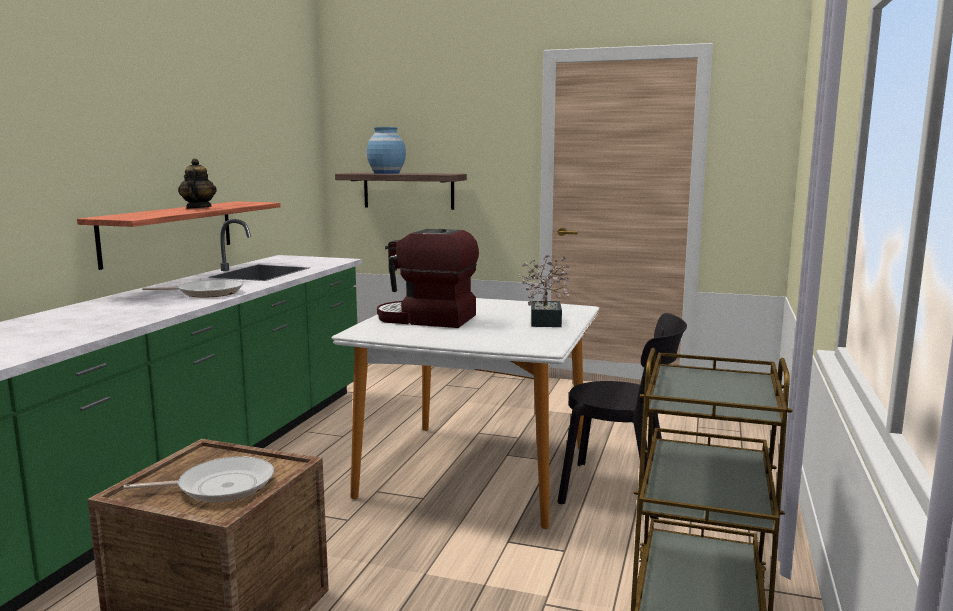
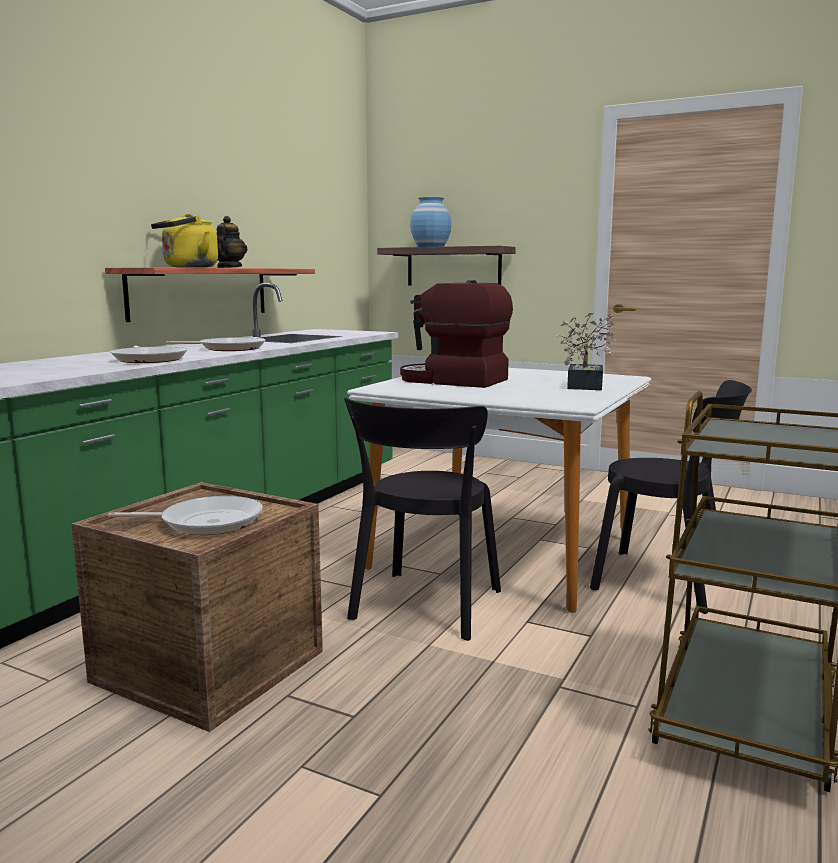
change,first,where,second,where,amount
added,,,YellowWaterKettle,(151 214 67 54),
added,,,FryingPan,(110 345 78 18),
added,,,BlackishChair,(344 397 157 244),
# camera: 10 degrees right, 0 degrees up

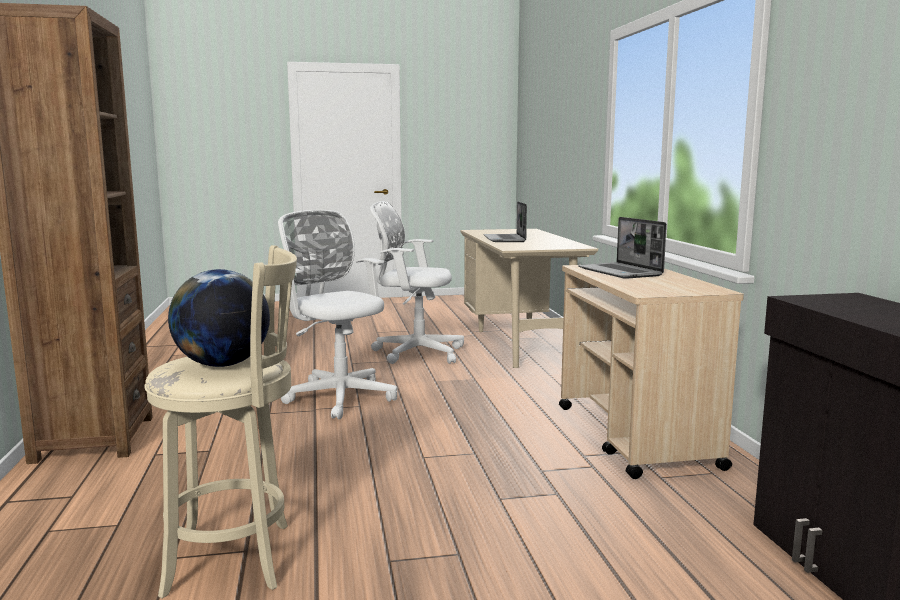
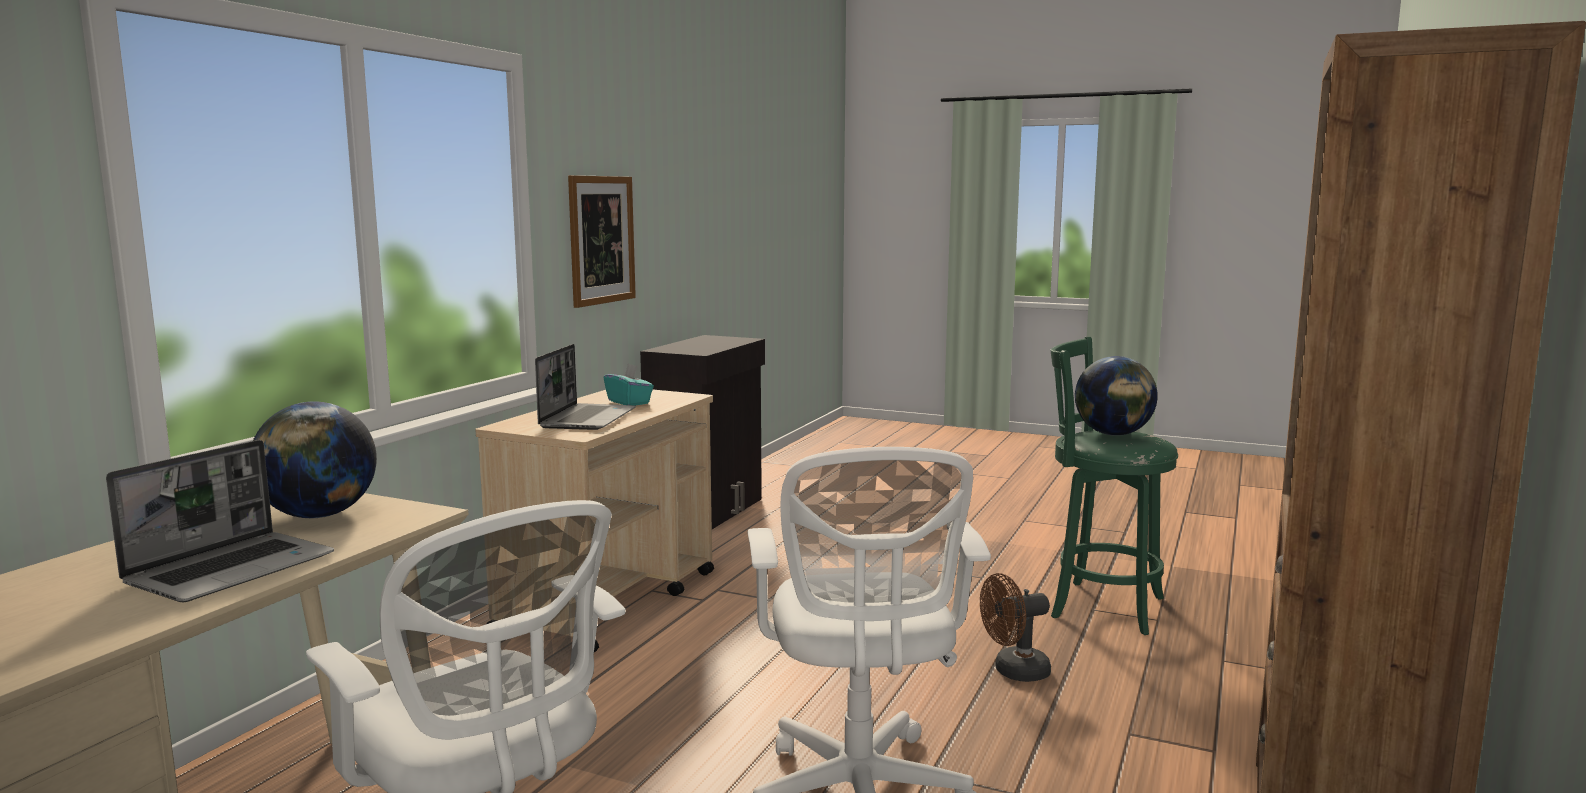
change,first,where,second,where,amount
recoloured,SandColouredStoolSeat,(144 245 153 353),GreenishStoolSeat,(1050 337 128 298),
added,,,WallArt,(568 175 68 133),
added,,,BlueGreenTissueBox,(604 363 50 43),
added,,,Globe,(253 401 124 117),
added,,,BrownishCoolingFan,(980 573 71 109),
# camera: 145 degrees left, 0 degrees up

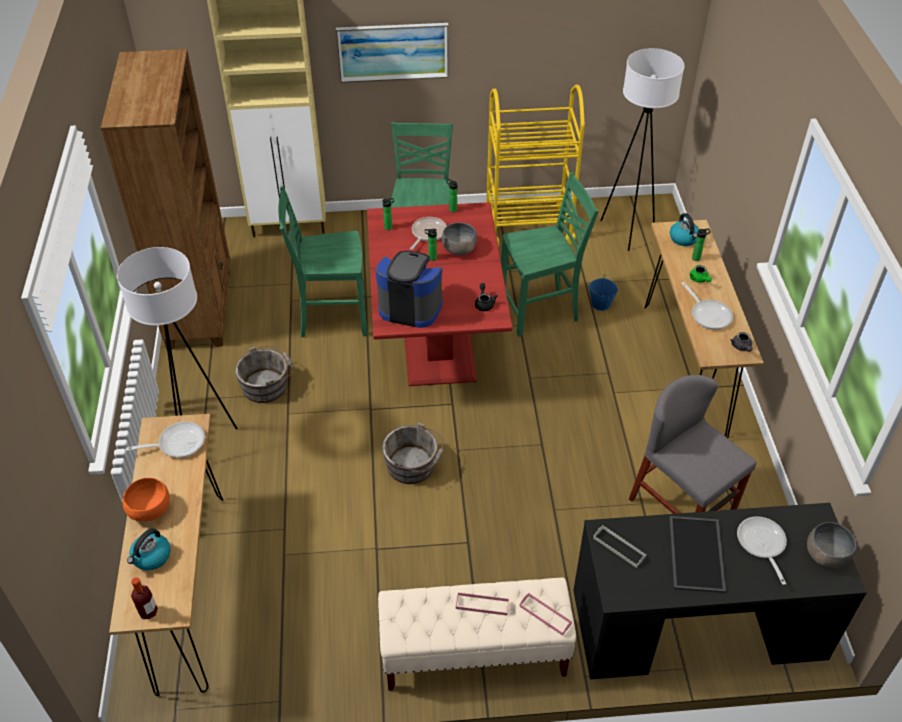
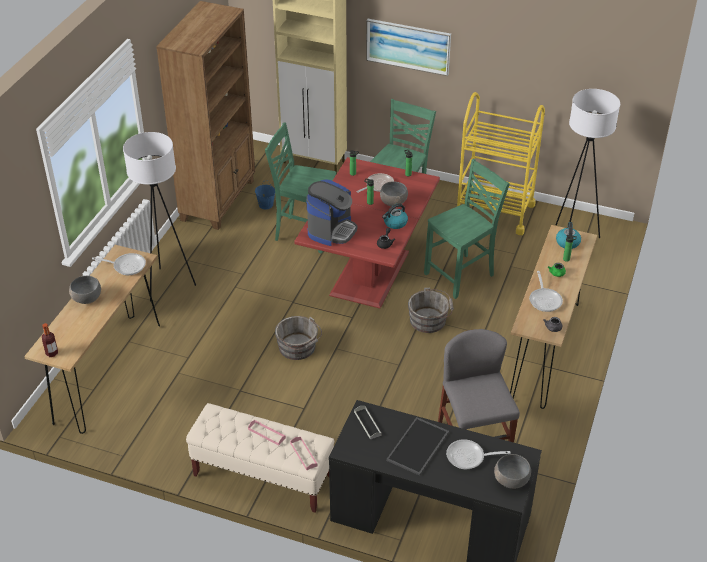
change,first,where,second,where,amount
turned,GreenishChair,(501 172 98 165),,(424 159 86 140),45 degrees counterclockwise
turned,CoffeeMaker,(375 251 67 77),,(306 179 52 67),75 degrees clockwise
moved,BlueBucket,(589 274 29 37),,(255 180 20 29),
moved,GrayBucket,(235 346 58 57),,(408 288 46 45),
recoloured,OrangeColouredBowl,(123 478 47 44),GrayBowl,(69 276 32 28),
turned,FryingPan,(737 516 50 69),,(446 439 64 30),105 degrees counterclockwise
moved,WaterKettle,(127 528 44 42),,(382 204 26 25),
# camera: 25 degrees right, 5 degrees down

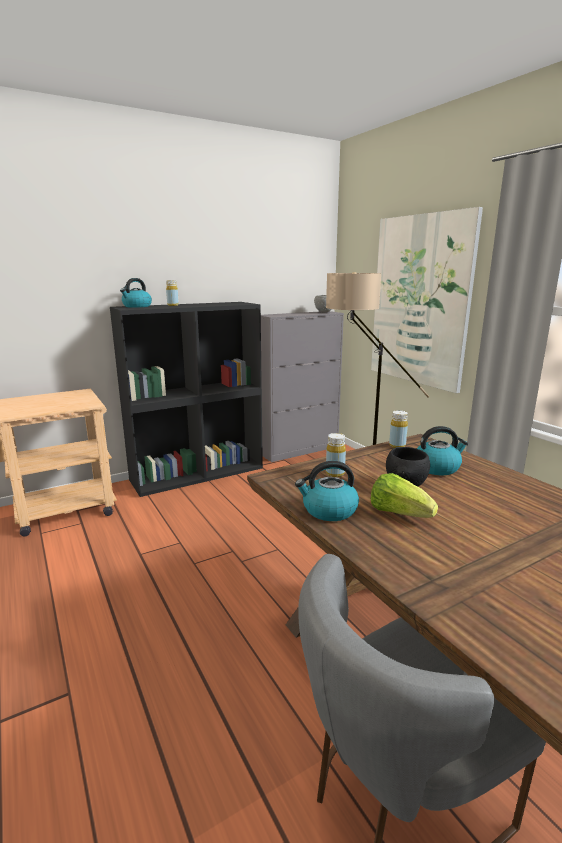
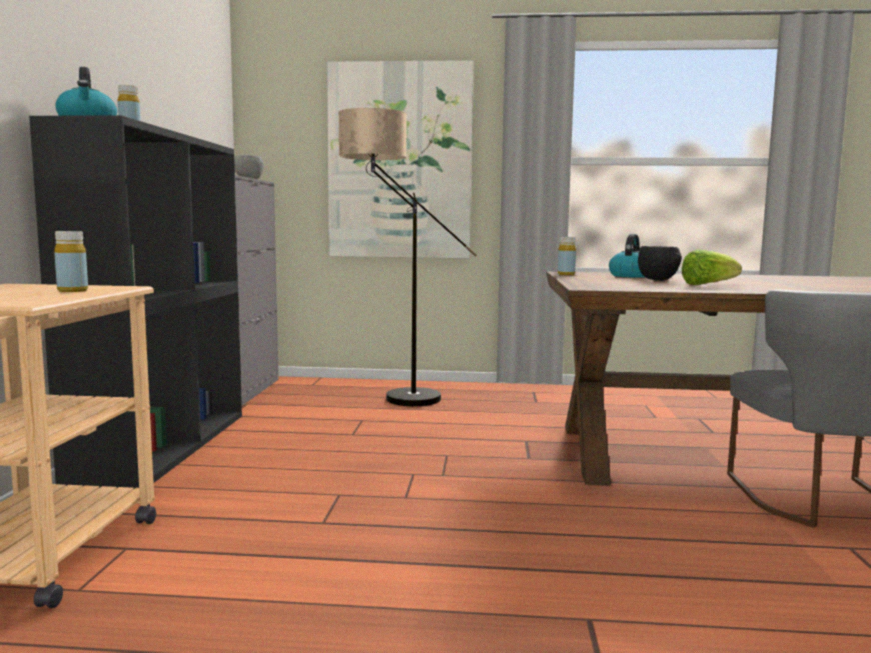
change,first,where,second,where,amount
moved,YellowBottle,(326 433 20 44),,(54 231 34 61),
removed,WaterKettle,(295 461 64 60),,,
# camera: 55 degrees left, 10 degrees down

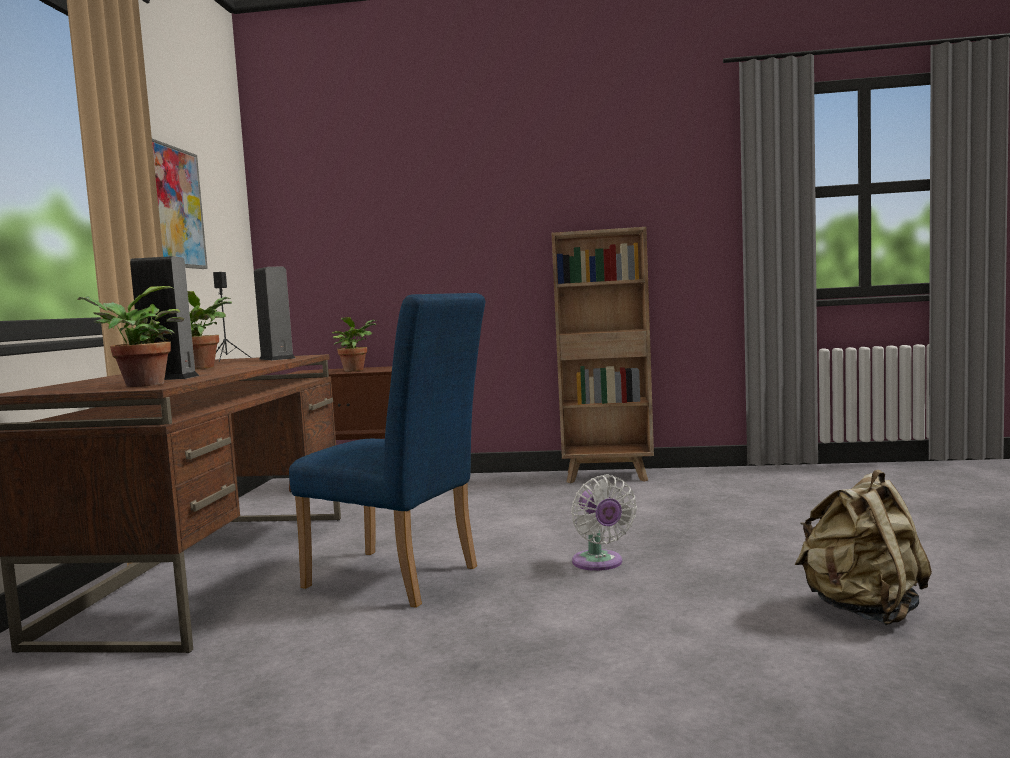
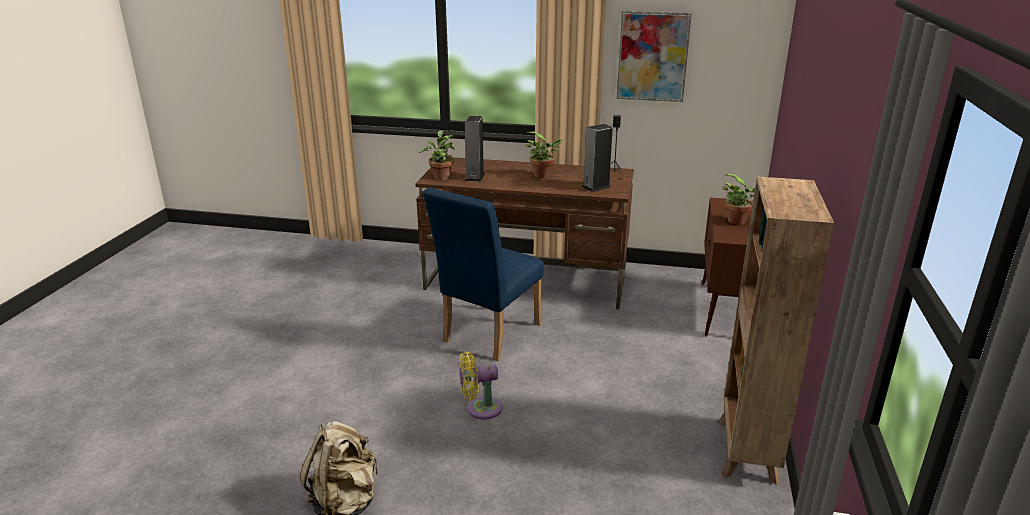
change,first,where,second,where,amount
recoloured,WhiteColouredCoolingFan,(571 475 66 96),YellowCoolingFan,(459 352 43 67),
# camera: 95 degrees right, 20 degrees up

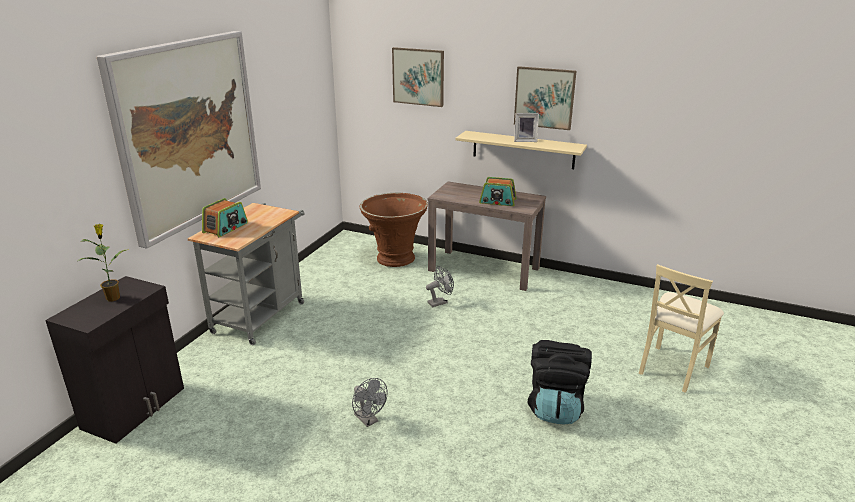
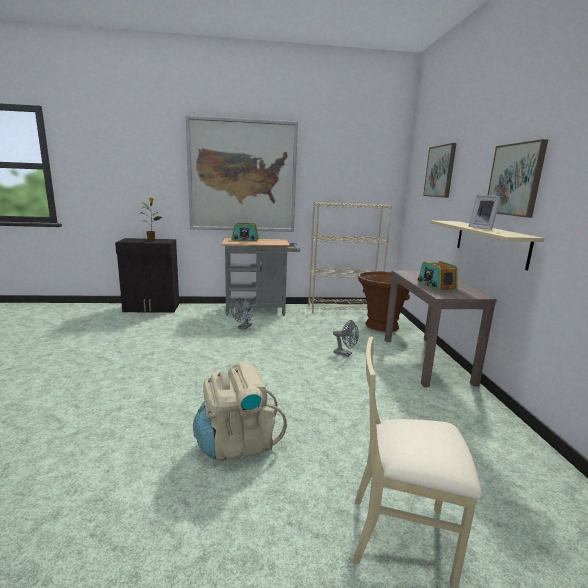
change,first,where,second,where,amount
recoloured,BlackishBackpack,(528 340 64 85),SandColouredBackpack,(193 362 94 99),
moved,GrayCoolingFan,(352 378 35 49),,(231 298 22 32),
added,,,SandColouredShelvingUnit,(308 202 84 111),
# camera: 60 degrees right, 10 degrees down

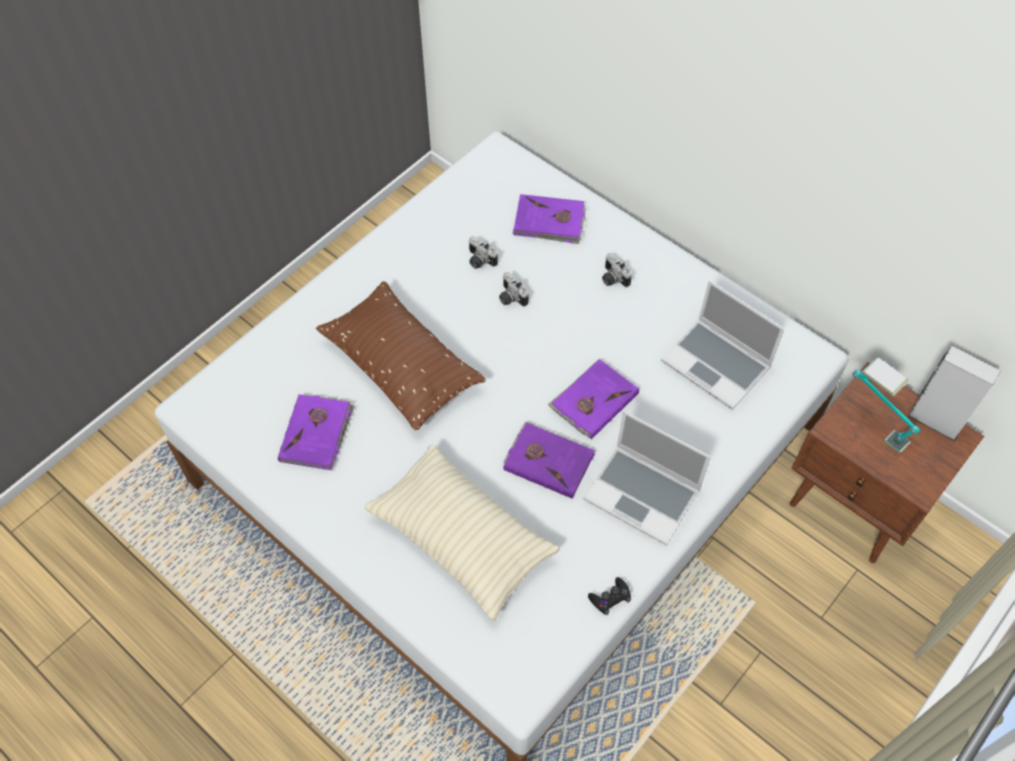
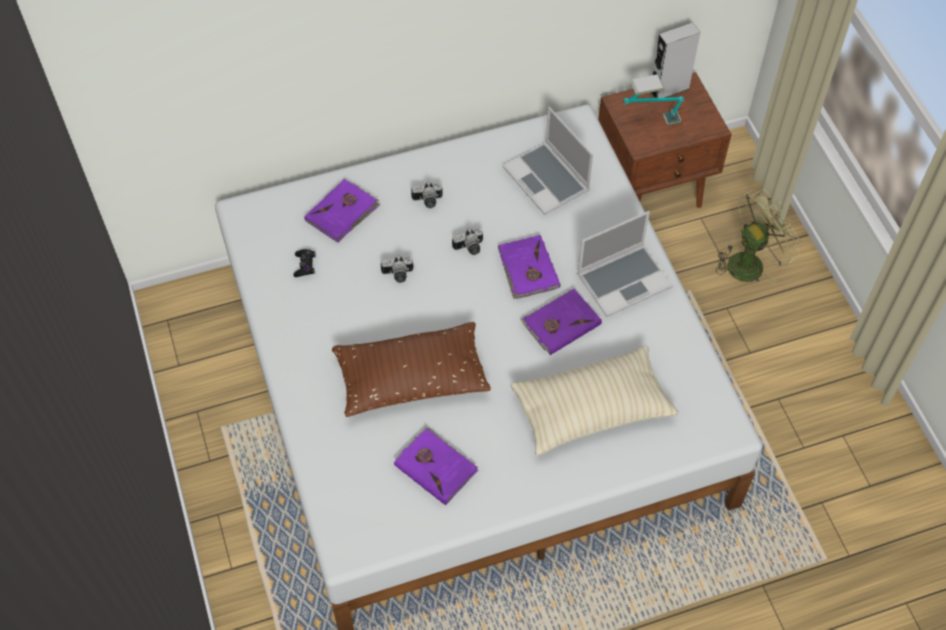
change,first,where,second,where,amount
moved,StillCamera,(468 236 30 33),,(452 228 31 27),
turned,NotebookComputer,(661 280 124 130),,(503 107 90 108),75 degrees clockwise
moved,BlackishGamepad,(588 577 43 38),,(293 249 23 28),
added,,,GreenishCoolingFan,(716 189 86 95),
# camera: 60 degrees left, 0 degrees up

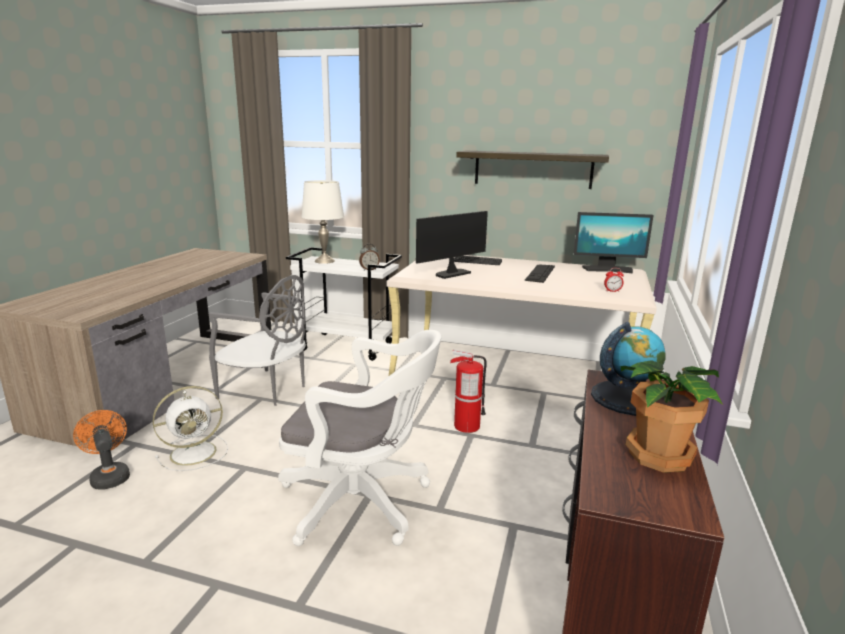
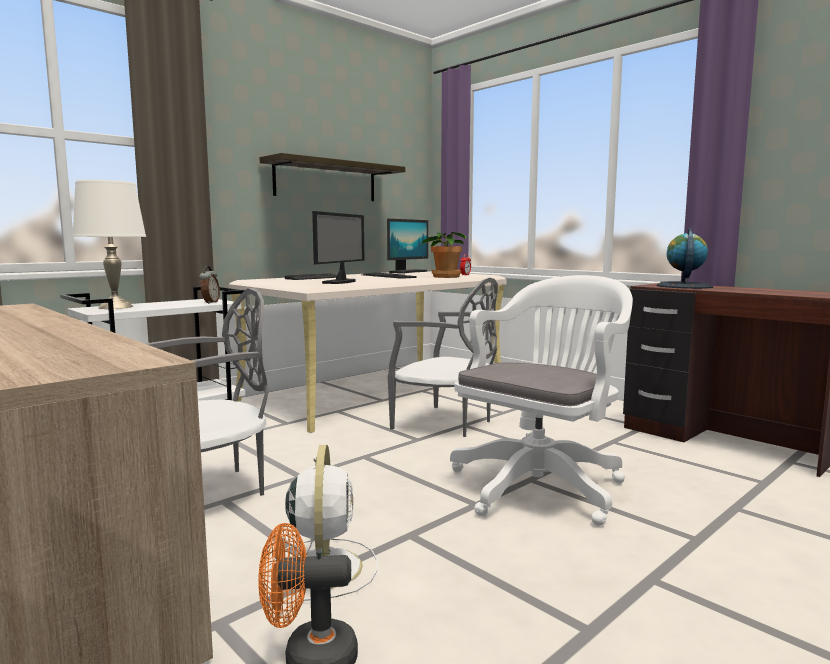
change,first,where,second,where,amount
turned,Monitor,(416 211 72 68),,(312 211 52 73),150 degrees counterclockwise
replaced,Extinguisher,(450 349 37 84),GrayChair,(388 278 110 159),
moved,PottedPlant,(621 360 102 113),,(421 232 45 46),
# camera: 60 degrees left, 10 degrees down

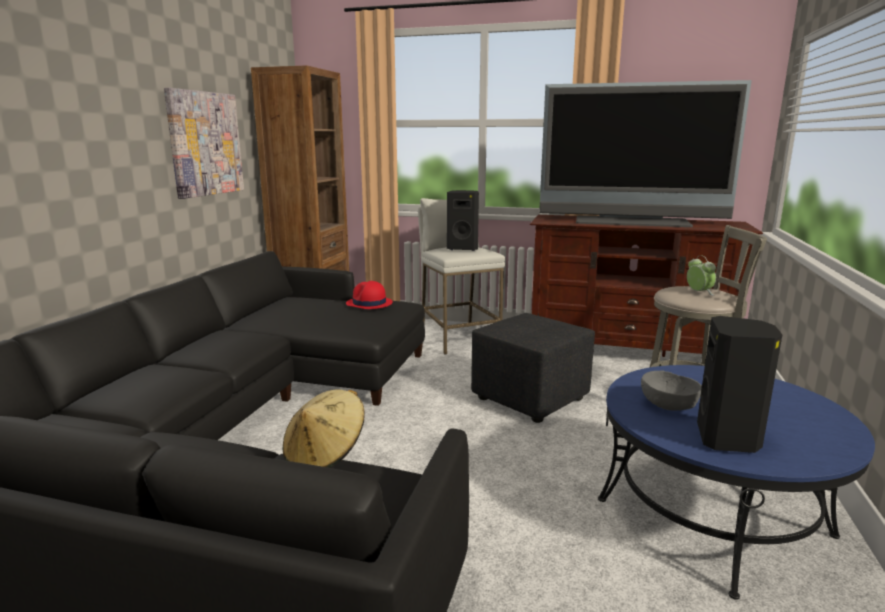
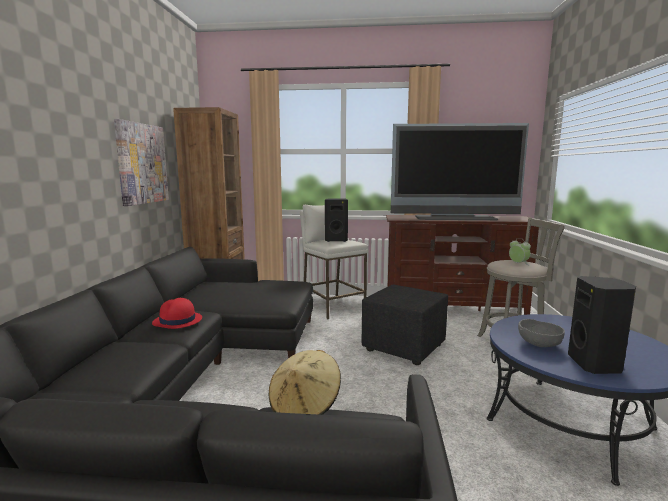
change,first,where,second,where,amount
moved,RedHat,(346 281 47 28),,(152 298 50 31),
# camera: 10 degrees left, 5 degrees down

